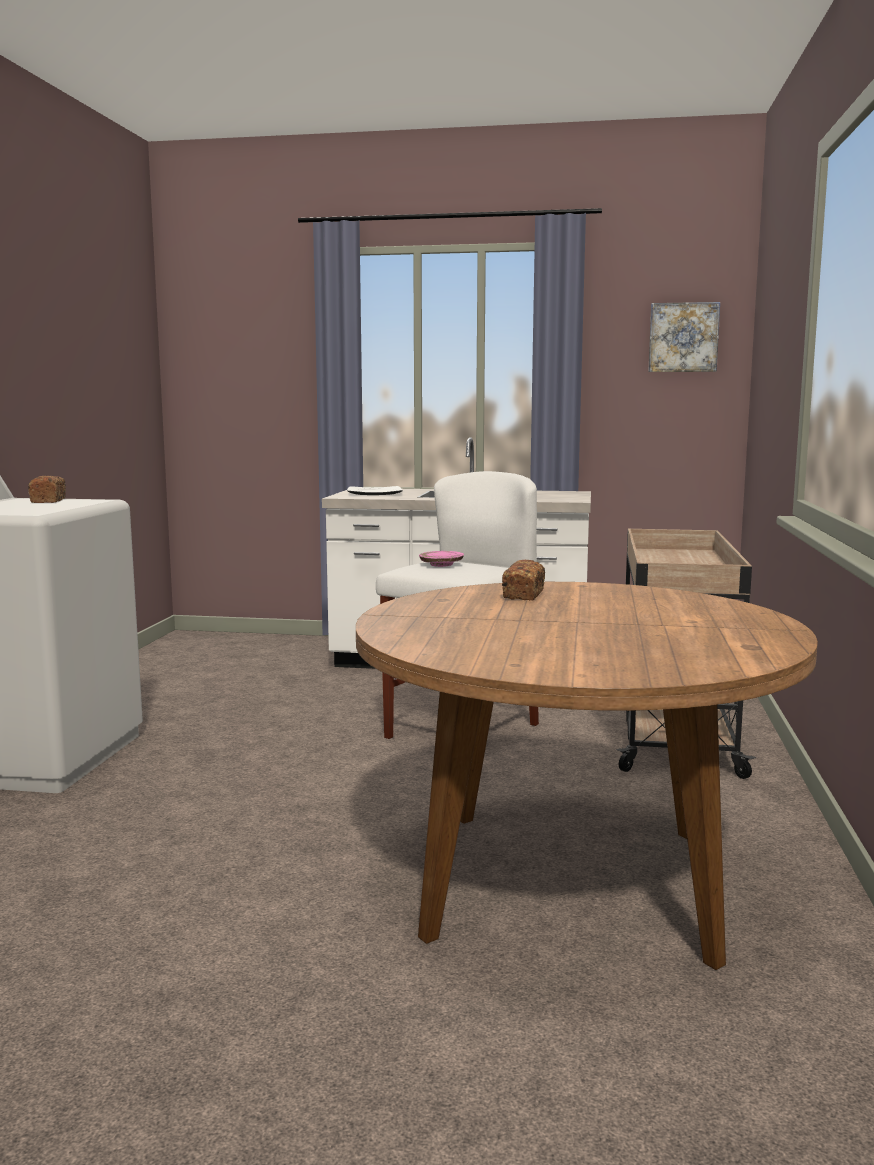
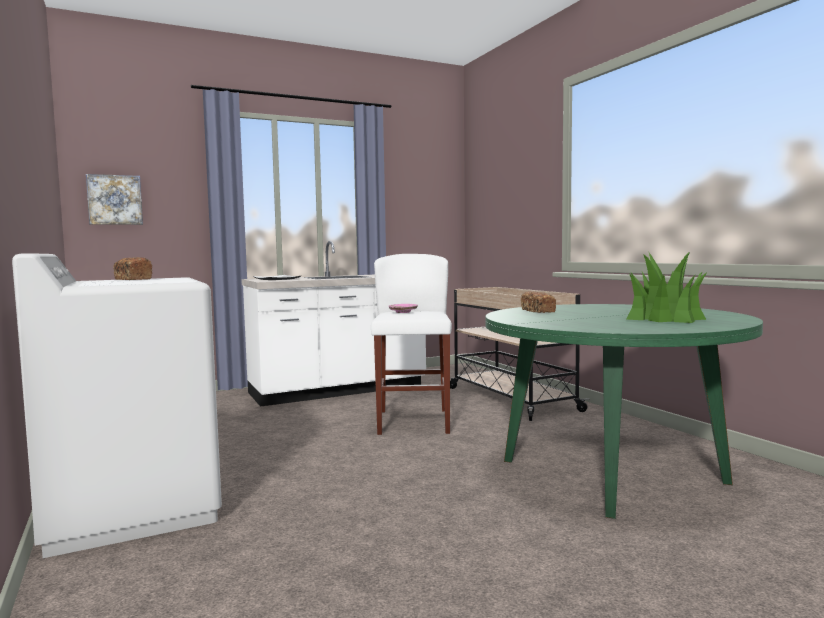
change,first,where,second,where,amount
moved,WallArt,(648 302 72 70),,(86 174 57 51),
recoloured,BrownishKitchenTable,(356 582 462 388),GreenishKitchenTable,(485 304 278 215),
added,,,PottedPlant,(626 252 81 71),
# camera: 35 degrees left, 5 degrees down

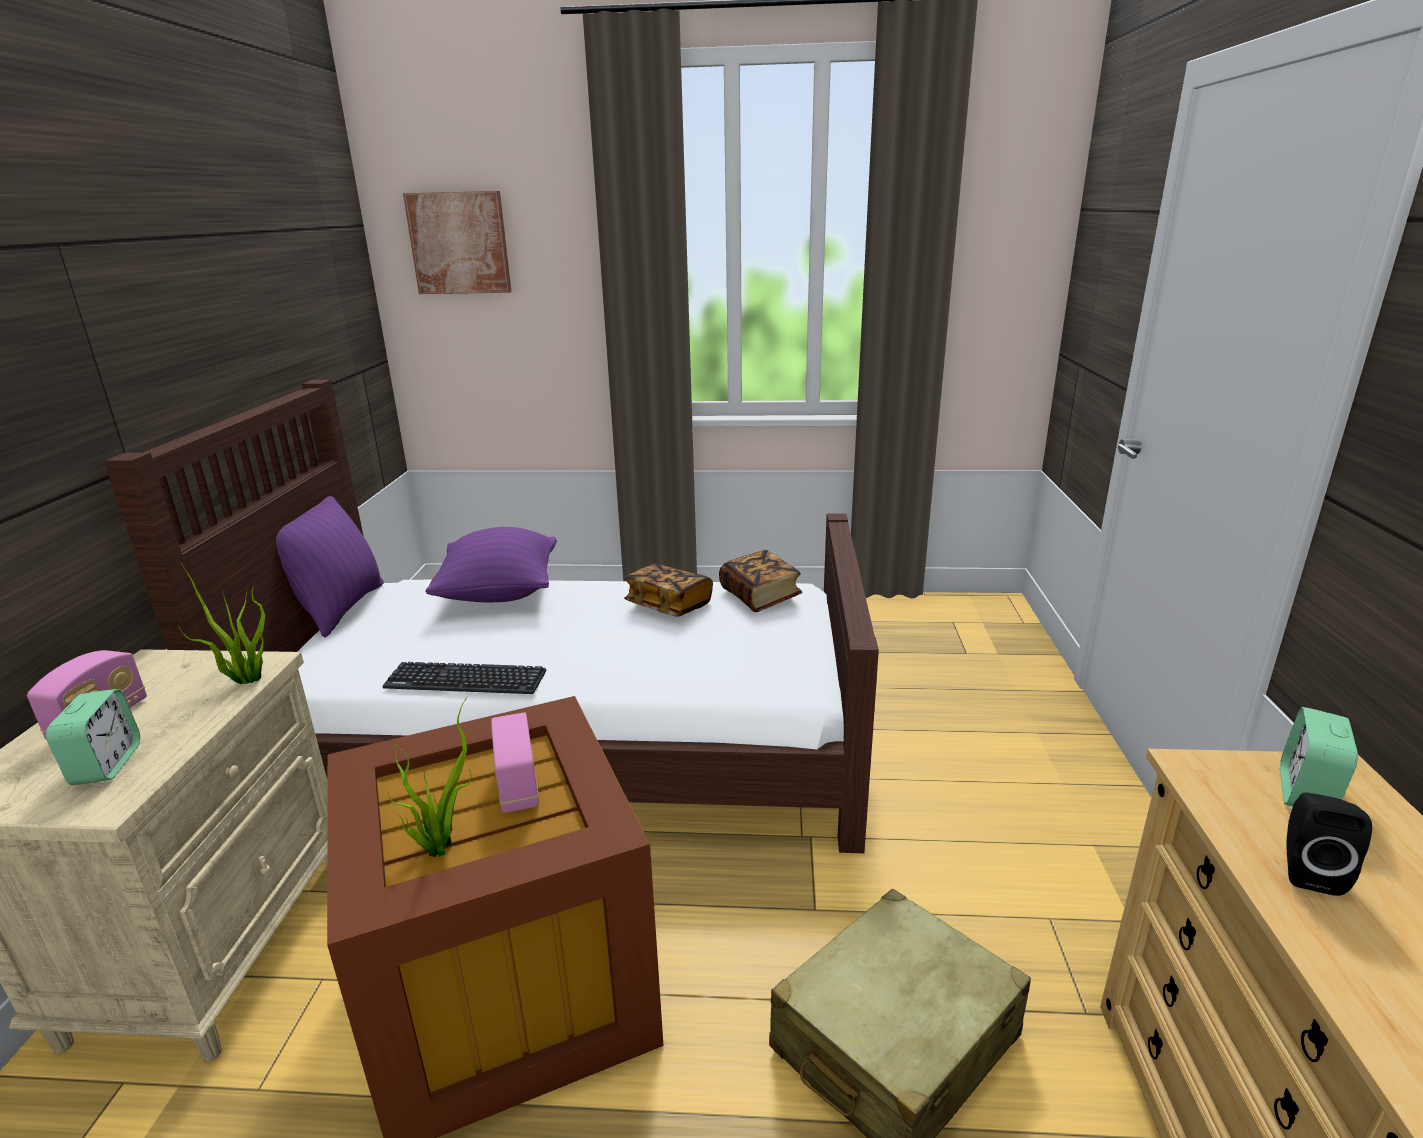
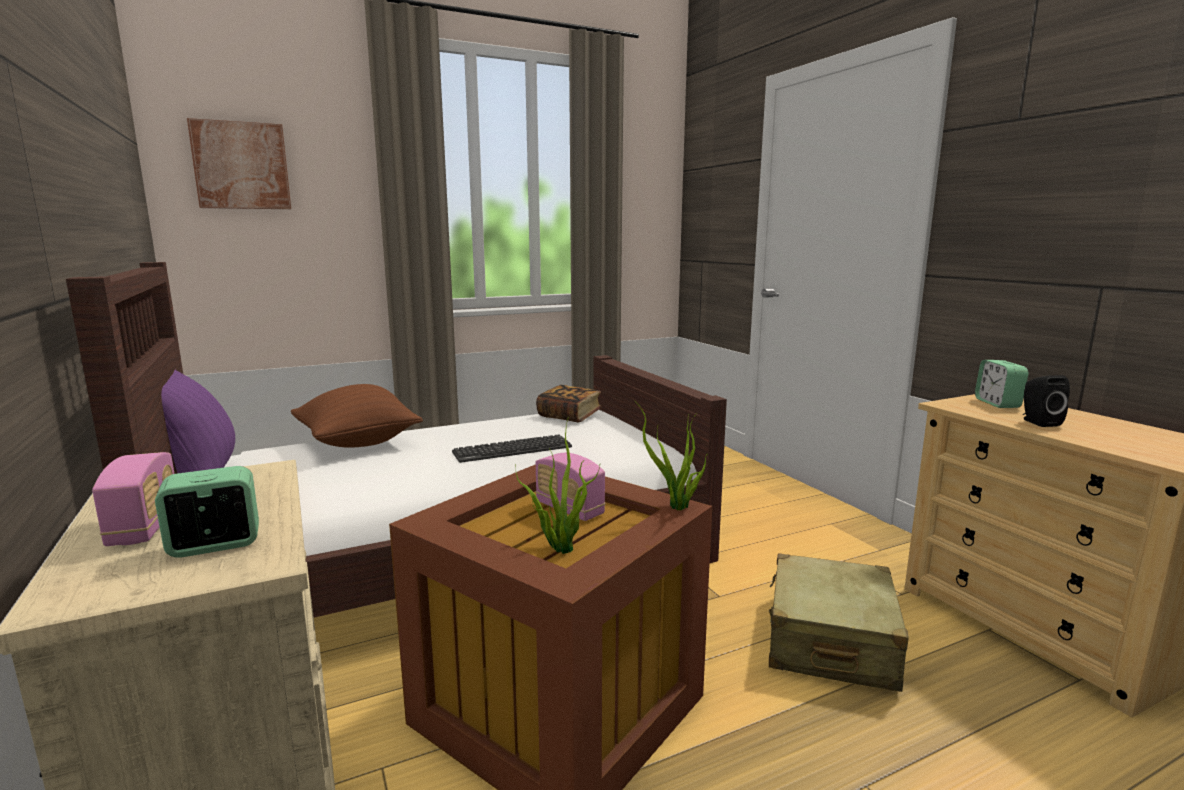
change,first,where,second,where,amount
recoloured,PurplishCushion,(425 527 132 75),BrownishCushion,(291 384 132 64),
moved,PottedPlant,(178 563 87 121),,(634 400 74 110),
removed,BoundBook,(624 564 89 53),,,
moved,PcKeyboard,(383 662 163 32),,(452 434 120 29),
turned,BedsideClock,(46 689 94 96),,(155 466 104 92),75 degrees counterclockwise
# camera: 30 degrees left, 10 degrees down

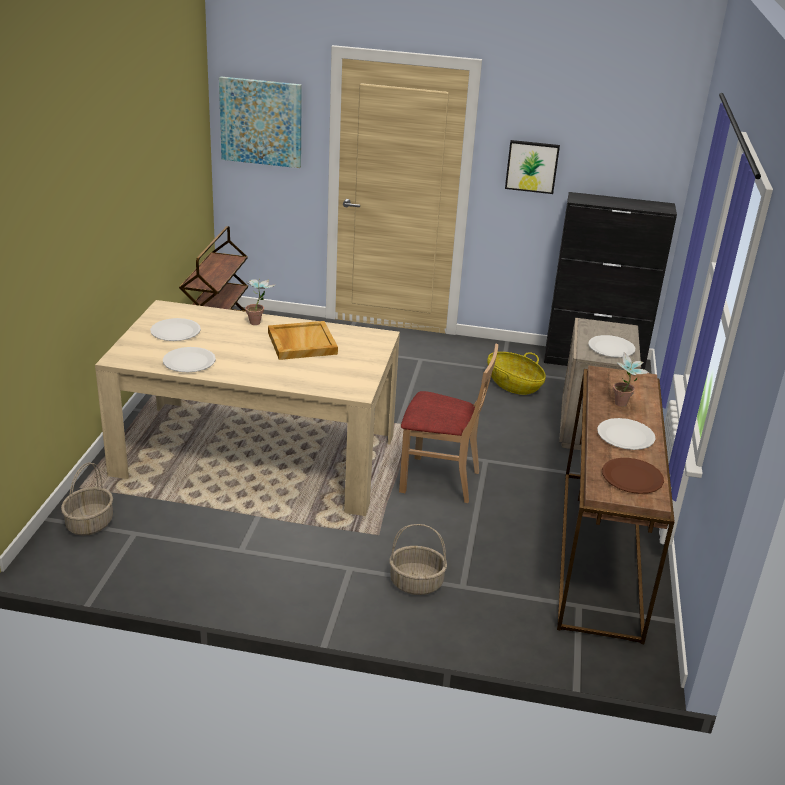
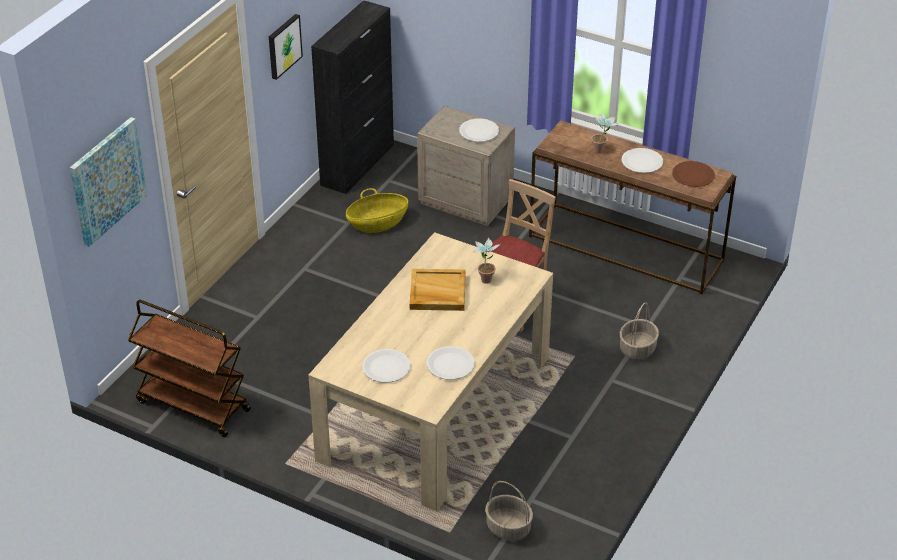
change,first,where,second,where,amount
moved,PottedPlant,(245 279 31 46),,(473 238 27 46),
# camera: 70 degrees left, 10 degrees up

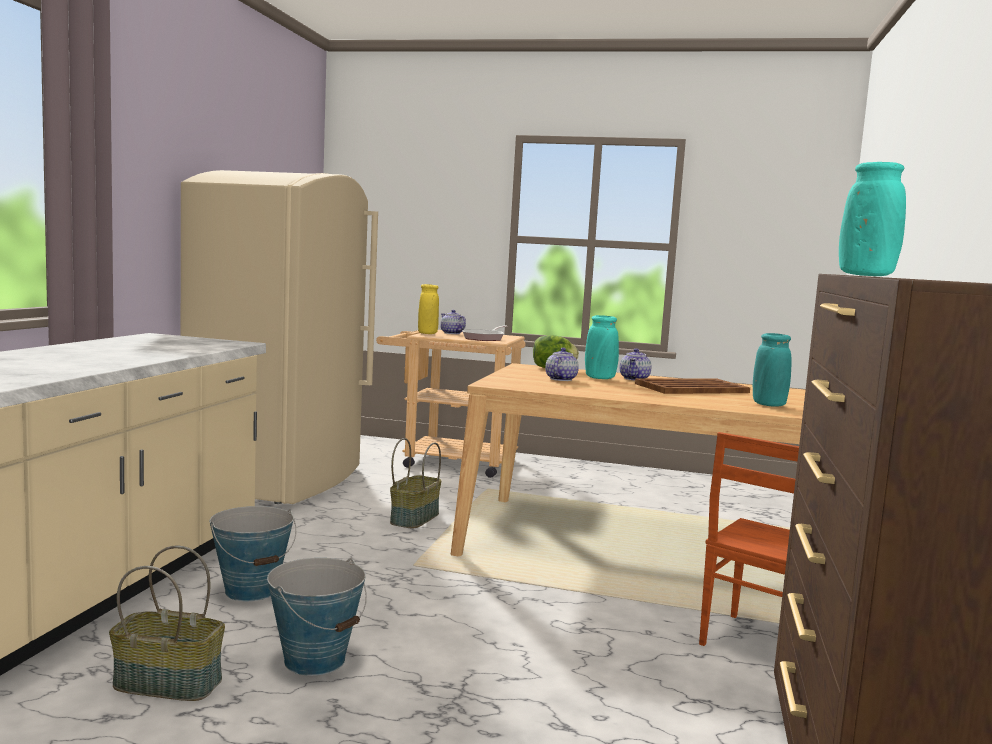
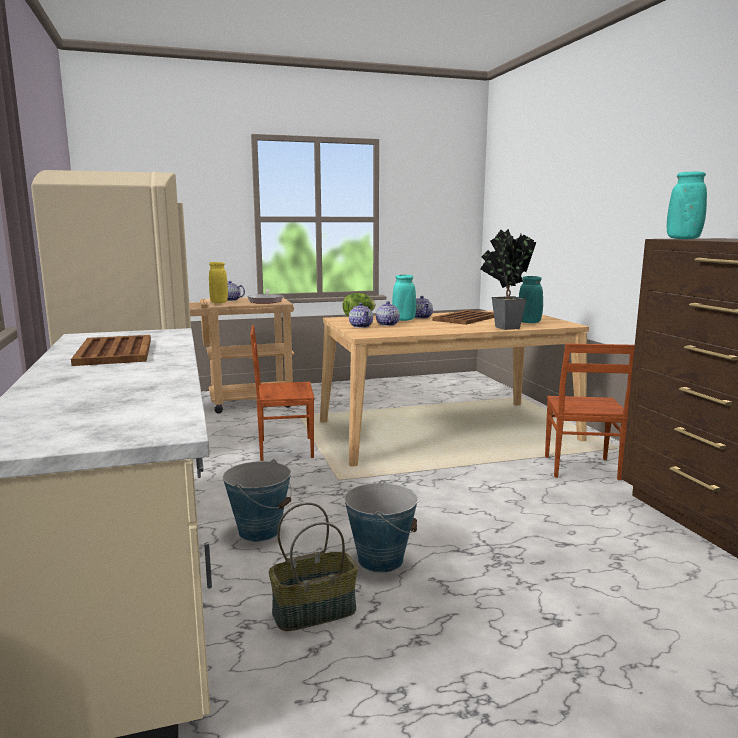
change,first,where,second,where,amount
replaced,StorageBasket,(390 438 51 90),BrownishChair,(250 325 64 136),
added,,,PottedPlant,(480 229 56 101),
added,,,Teapot,(349 303 24 25),
added,,,BrownishCarryingTray,(71 335 80 31),
# camera: 30 degrees left, 5 degrees up

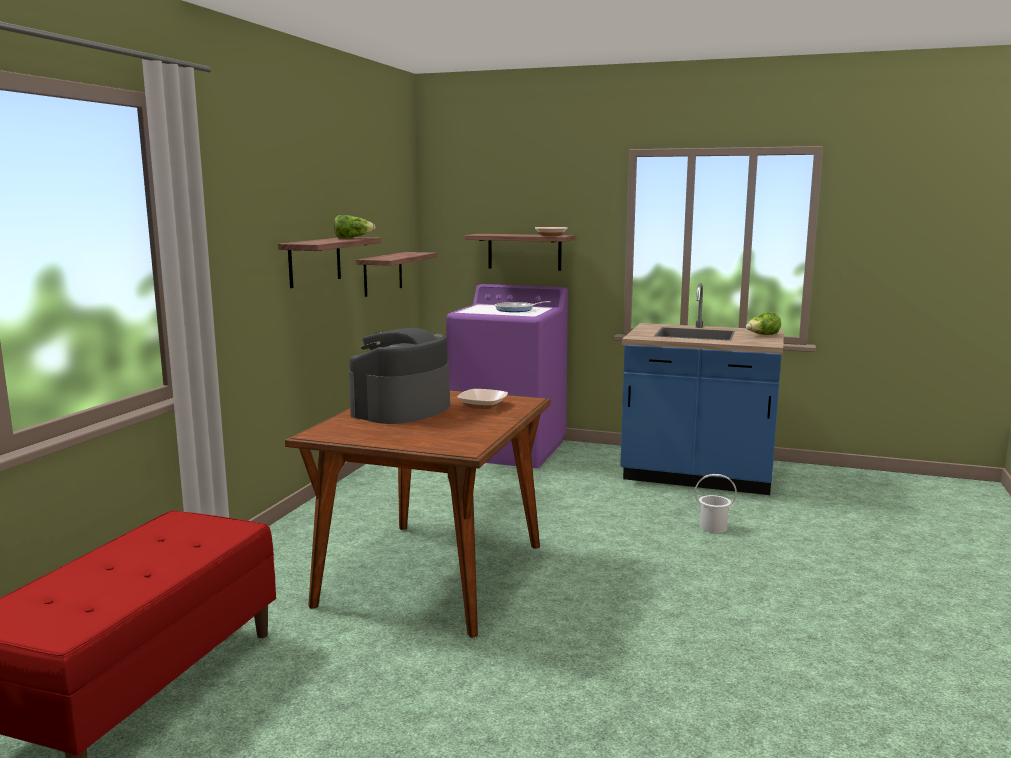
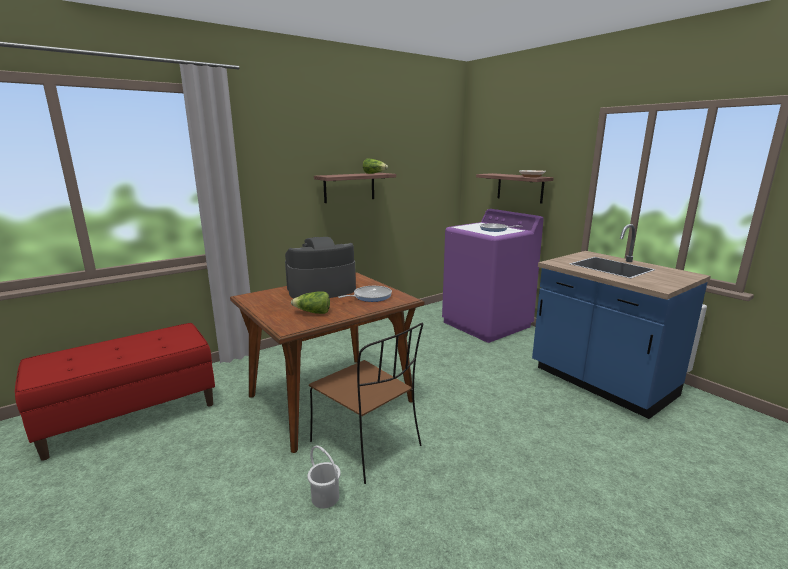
change,first,where,second,where,amount
removed,WallShelf,(357 252 81 45),,,
moved,LettuceHead,(746 312 35 23),,(291 291 39 23),
replaced,Bowl,(457 389 51 20),FryingPan,(338 286 54 16),
moved,WhiteColouredBucket,(694 474 43 59),,(307 446 34 63),
added,,,BrownishChair,(309 323 114 161),
# camera: 35 degrees right, 5 degrees up

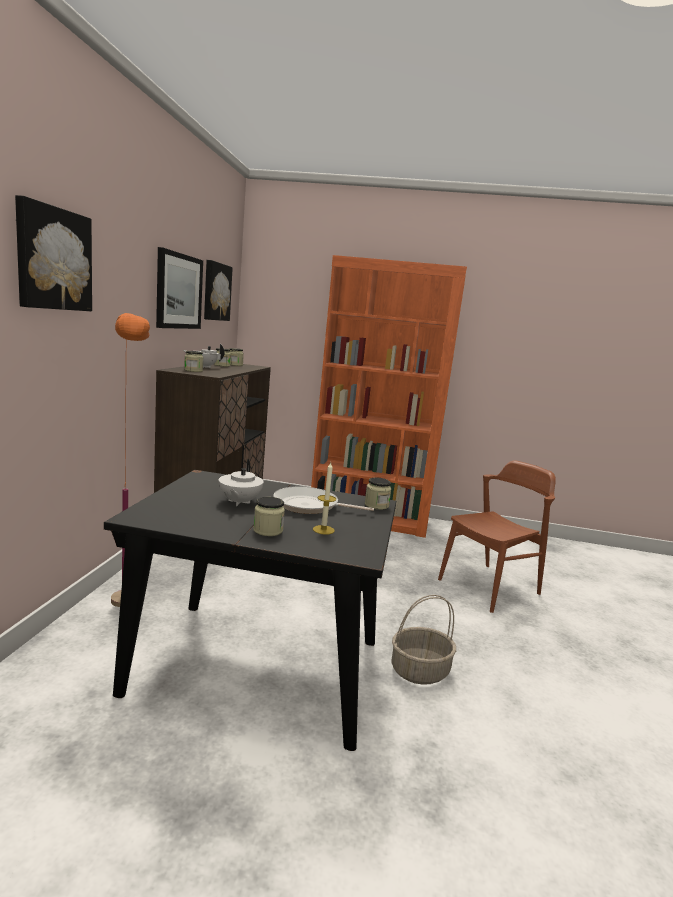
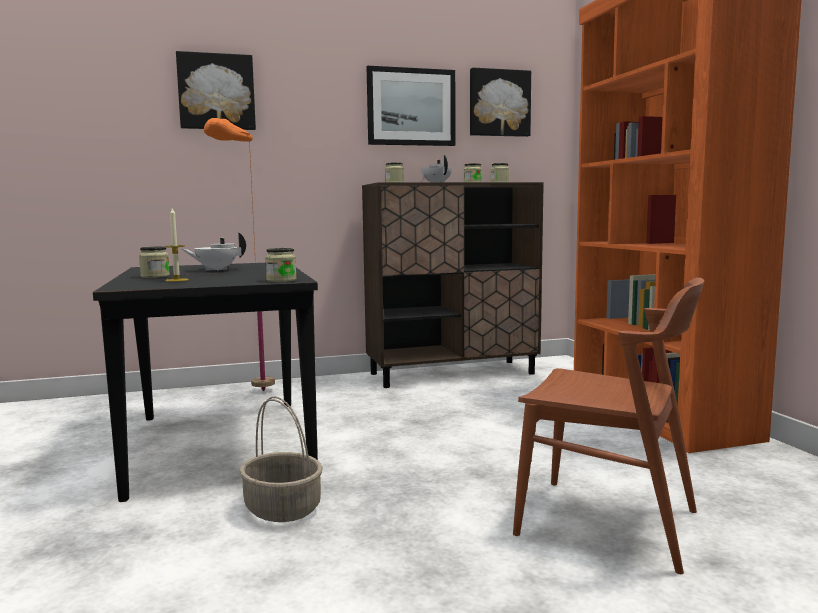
change,first,where,second,where,amount
removed,FryingPan,(273 486 101 28),,,
# camera: 65 degrees right, 5 degrees down

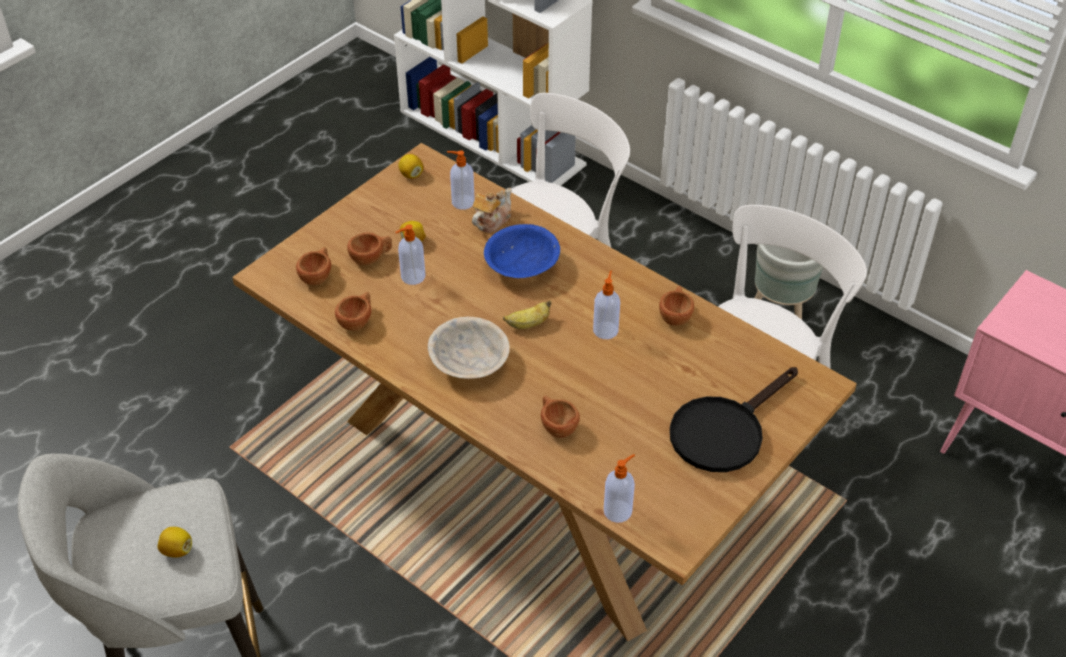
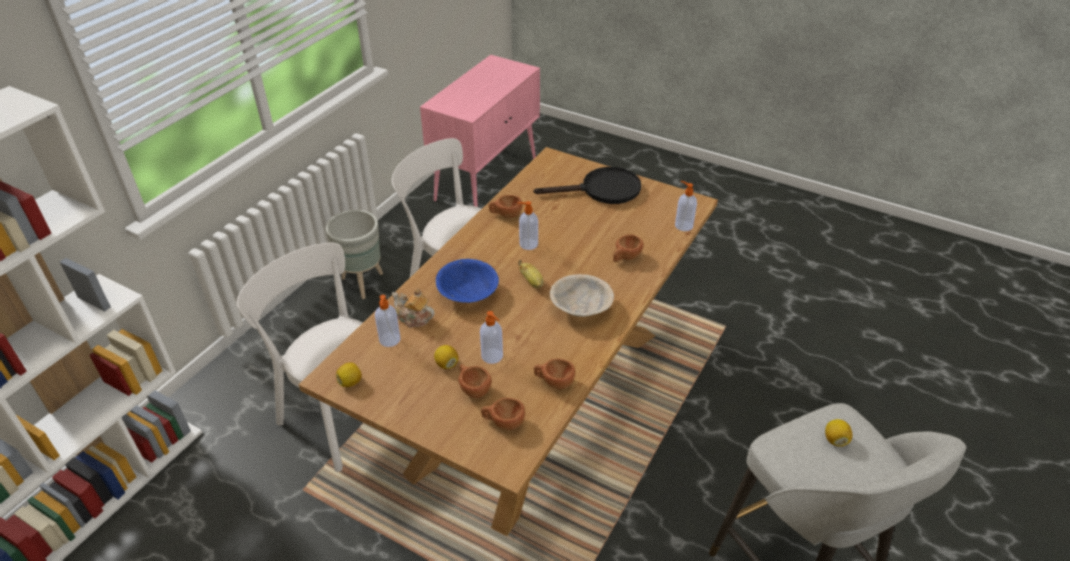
change,first,where,second,where,amount
turned,BlackishFryingPan,(670 367 128 105),,(534 167 107 37),45 degrees counterclockwise
# camera: 100 degrees left, 5 degrees down

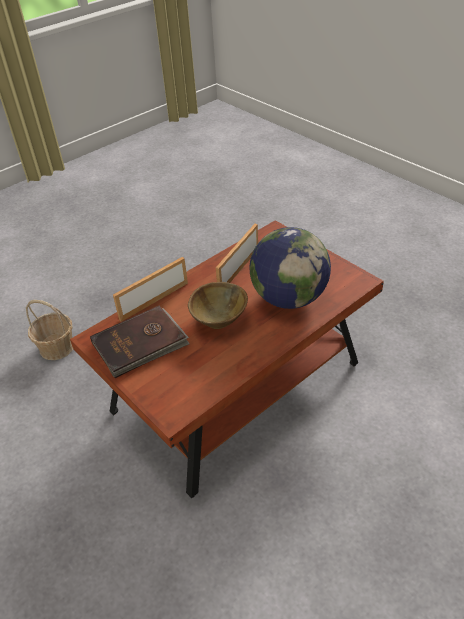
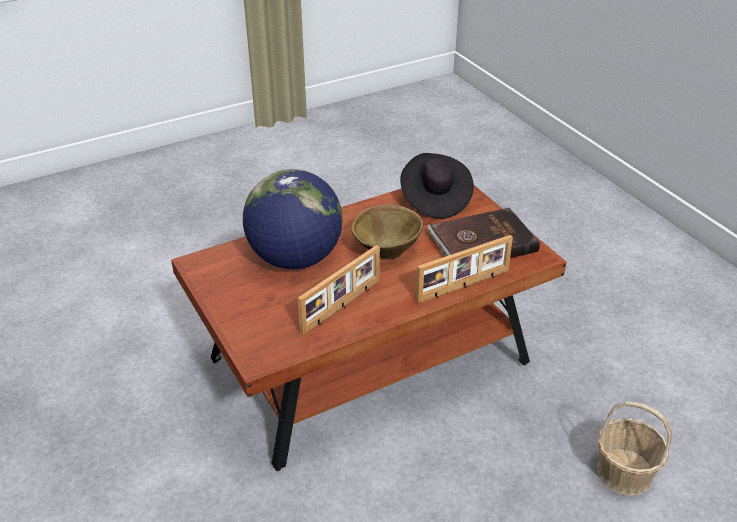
change,first,where,second,where,amount
added,,,BlackishHat,(400 153 74 66),
# camera: 170 degrees left, 5 degrees down

